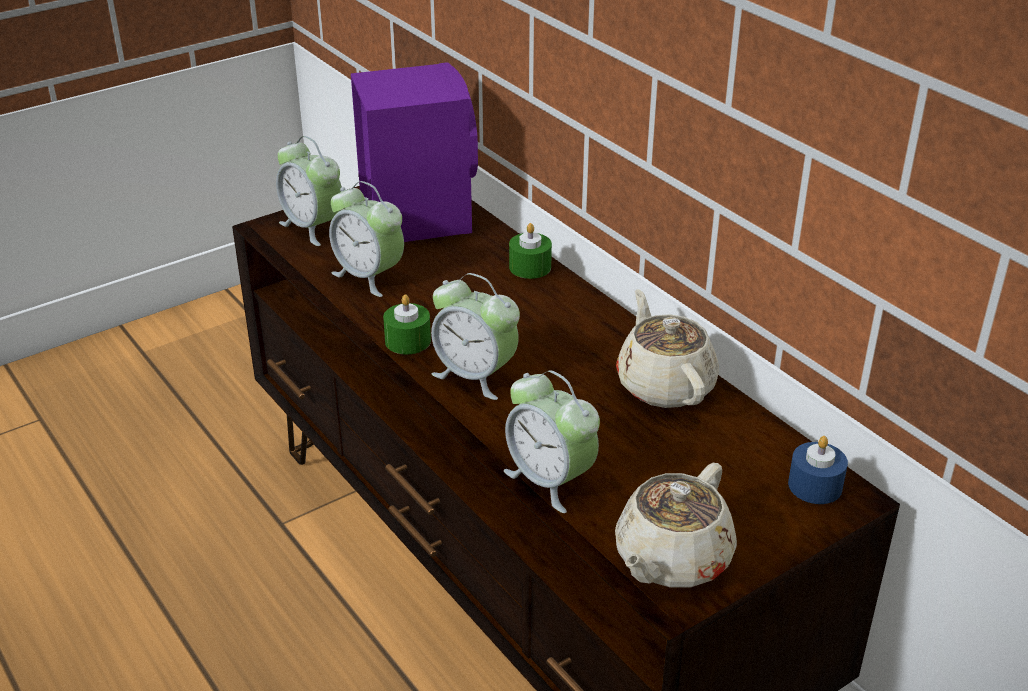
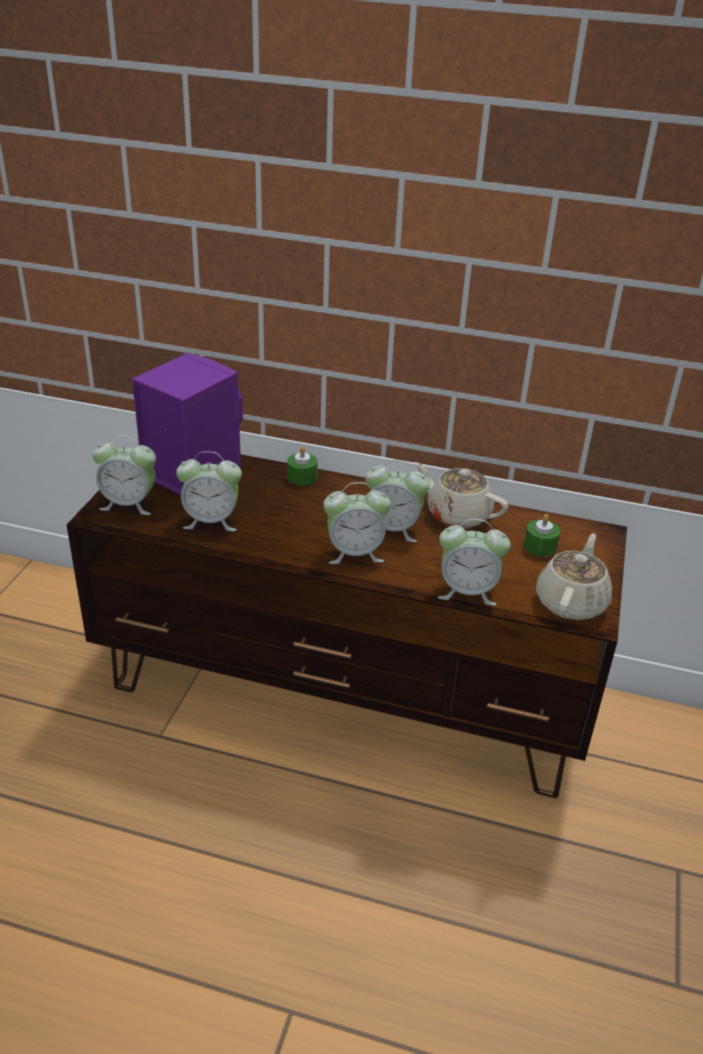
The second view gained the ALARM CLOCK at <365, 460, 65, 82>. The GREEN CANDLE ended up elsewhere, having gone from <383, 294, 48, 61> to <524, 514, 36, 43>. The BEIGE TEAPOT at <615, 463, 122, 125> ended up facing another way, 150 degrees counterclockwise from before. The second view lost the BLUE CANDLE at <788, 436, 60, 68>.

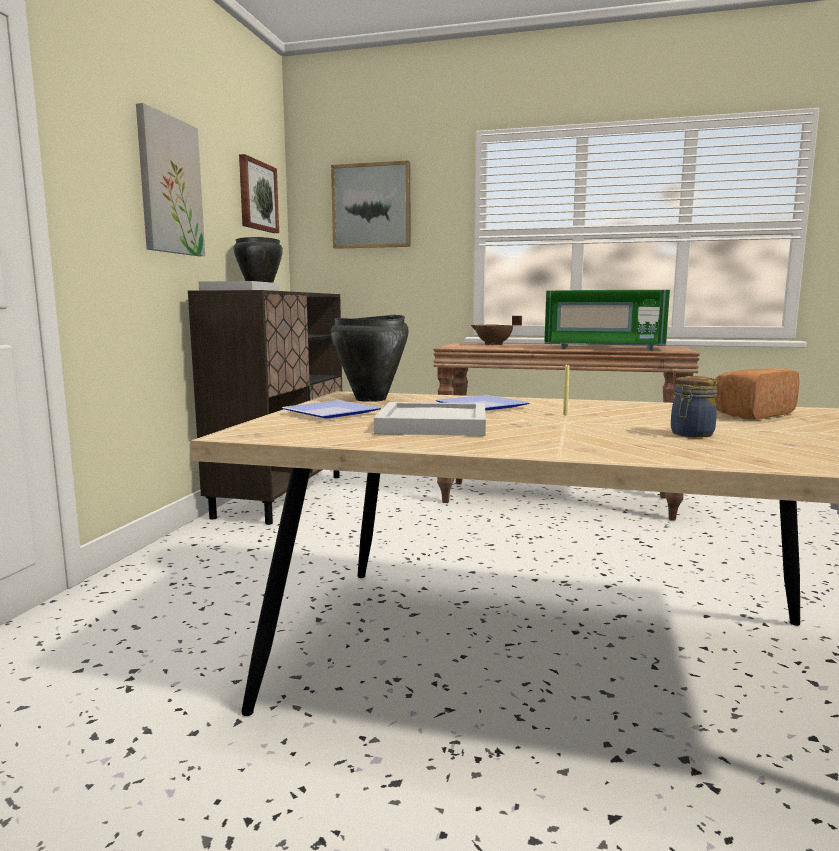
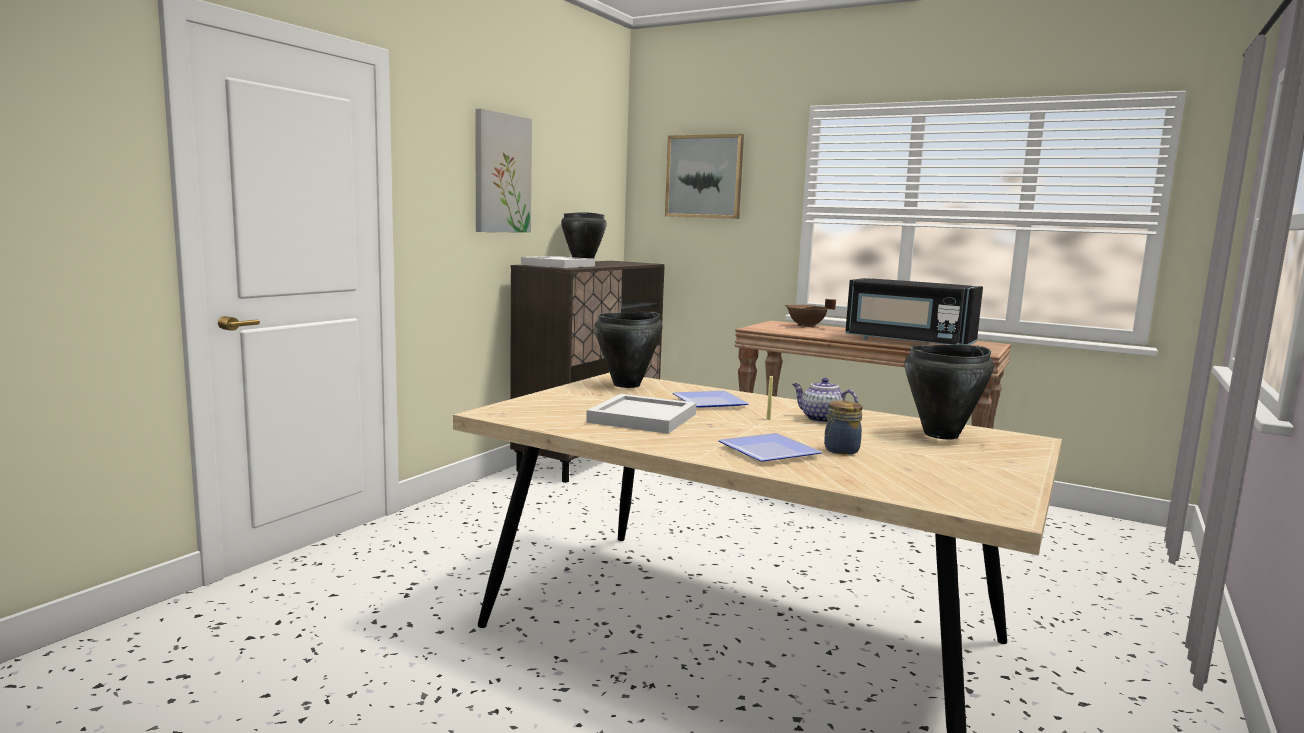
The PLATE ended up elsewhere, having gone from <282, 400, 99, 19> to <718, 433, 104, 29>. The second view gained the TEAPOT at <792, 378, 66, 45>. What was the GREEN MICROWAVE at <545, 290, 125, 60> turned into the BLACK MICROWAVE at <845, 278, 138, 67>. Where the BREAD stood at <715, 368, 84, 52>, the BLACK COOKING POT came to stand at <905, 345, 89, 94>. The second view lost the PICTURE at <239, 154, 40, 79>.

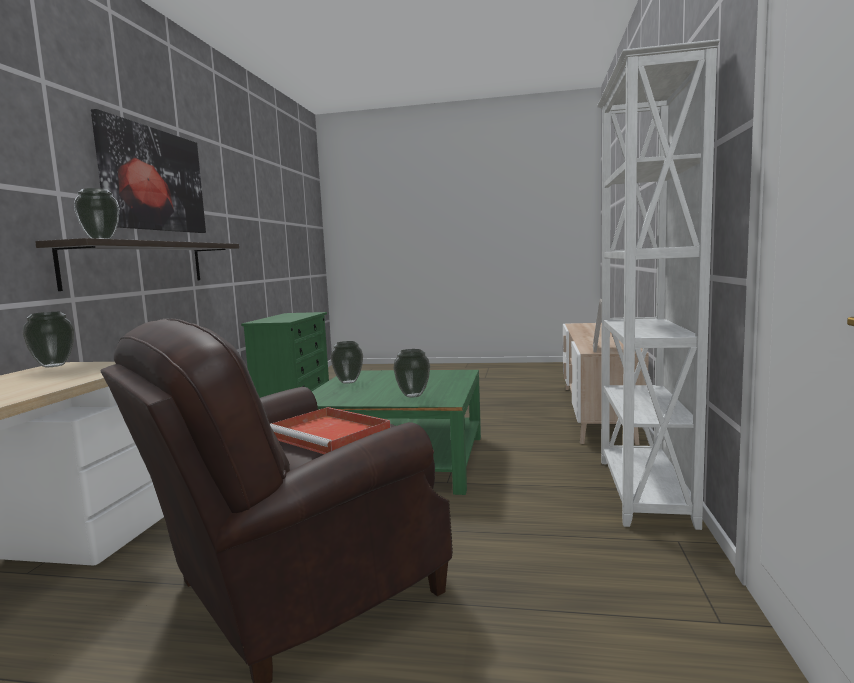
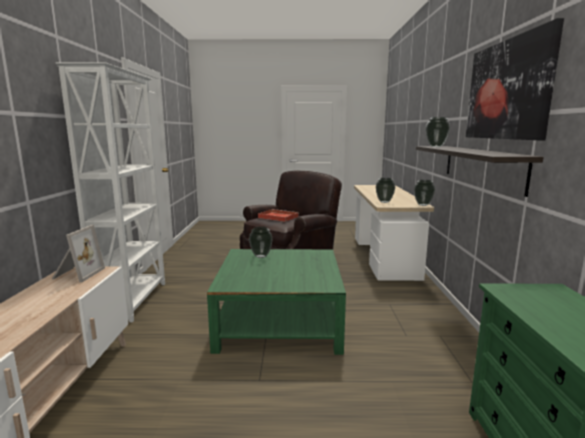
The VASE ended up elsewhere, having gone from <331, 341, 32, 43> to <376, 178, 19, 25>.

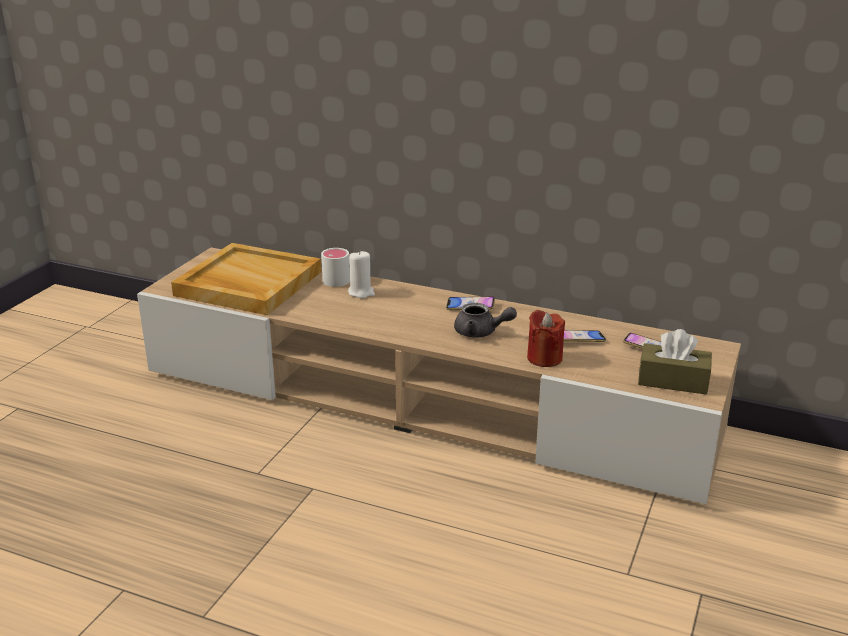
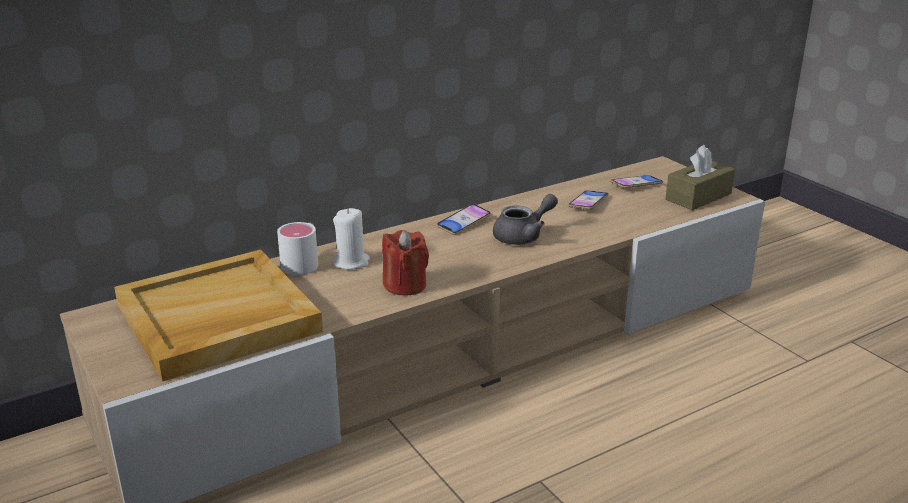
The RED CANDLE ended up elsewhere, having gone from <527, 310, 38, 57> to <382, 230, 47, 66>.

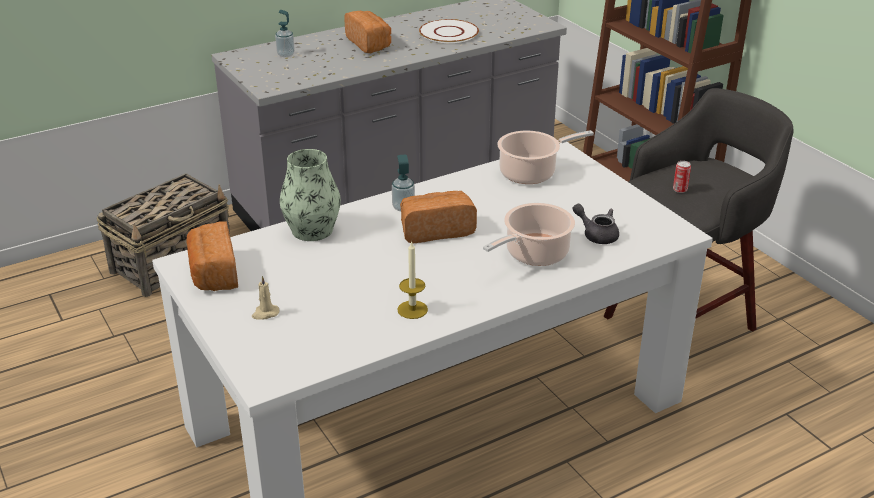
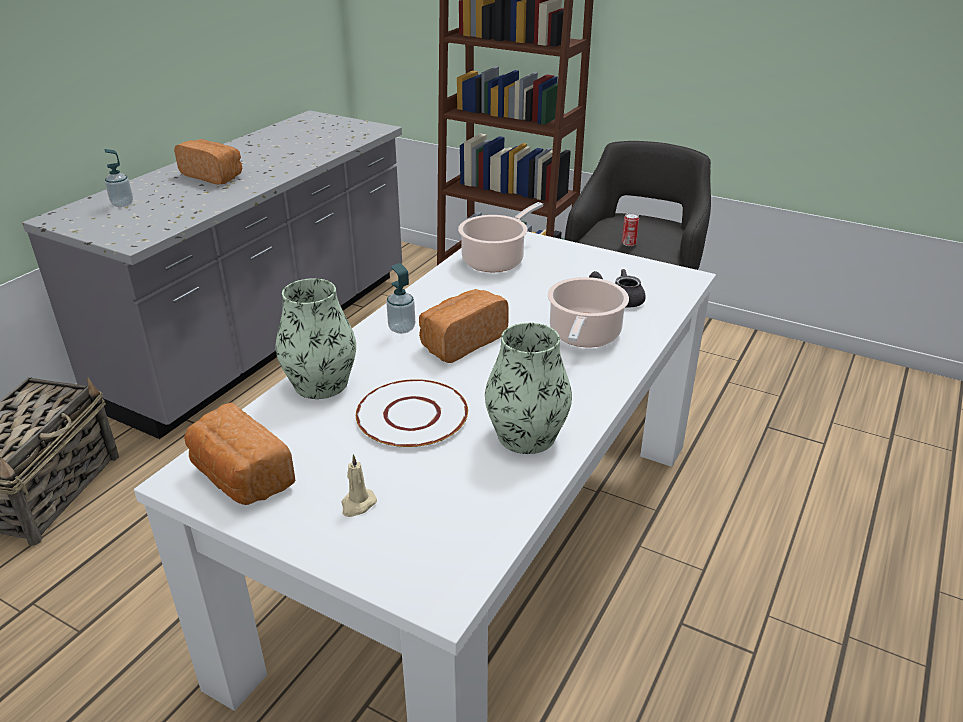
The WHITE PLATE ended up elsewhere, having gone from <419, 19, 60, 24> to <356, 379, 112, 69>. Where the CANDLE stood at <398, 241, 30, 78>, the VASE came to stand at <485, 323, 87, 131>.

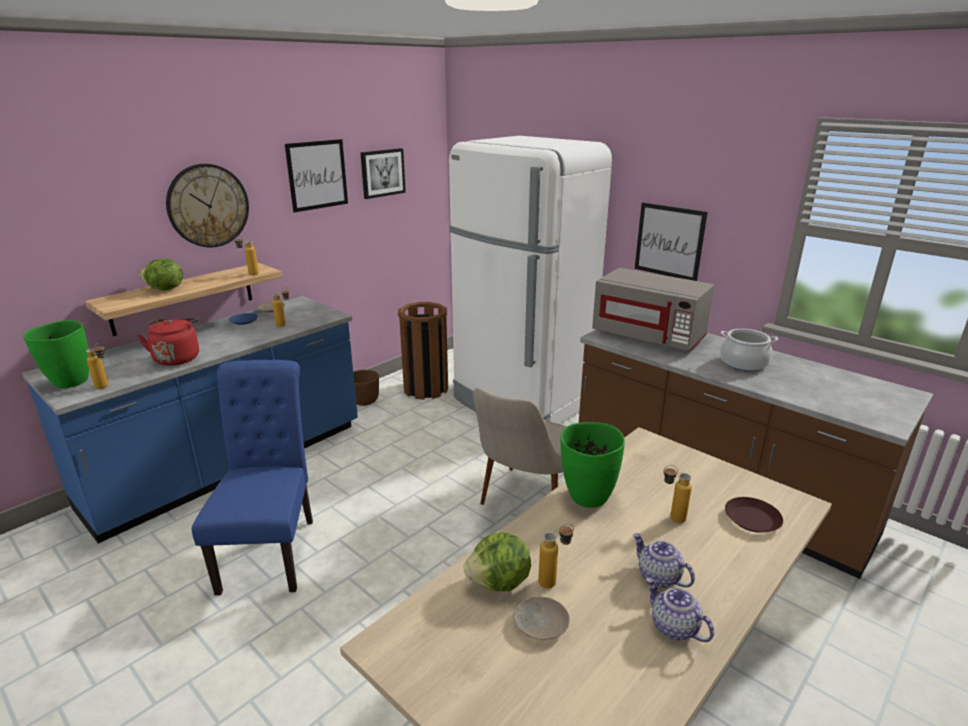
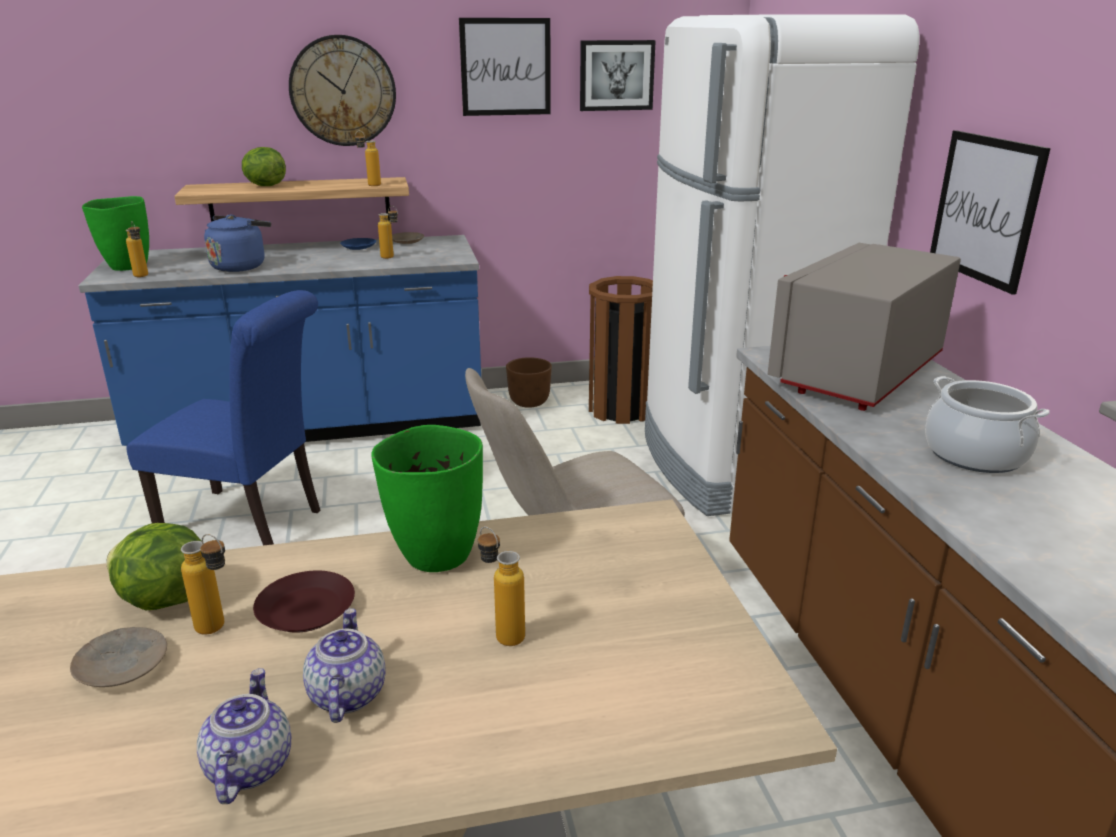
The BLUE CHAIR at <192, 360, 121, 235> ended up facing another way, 75 degrees clockwise from before. What was the RED KETTLE at <137, 318, 62, 48> turned into the BLUE KETTLE at <204, 215, 67, 57>. The BROWN PLATE ended up elsewhere, having gone from <725, 497, 58, 36> to <253, 570, 102, 62>. The GREY MICROWAVE at <592, 268, 122, 83> ended up facing another way, 60 degrees clockwise from before.

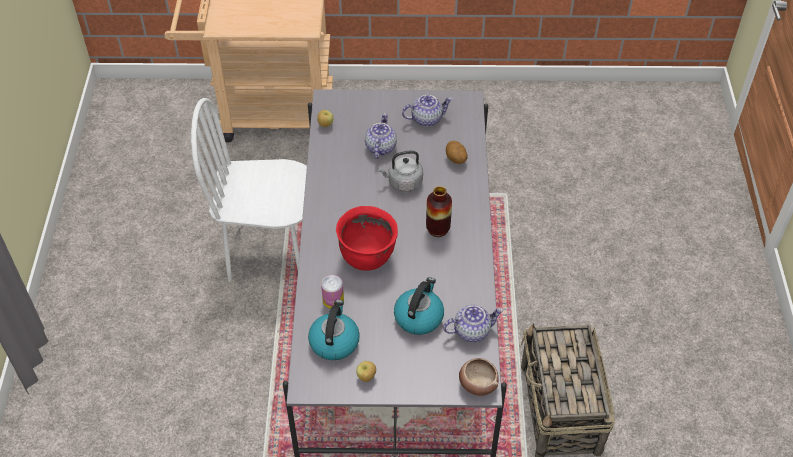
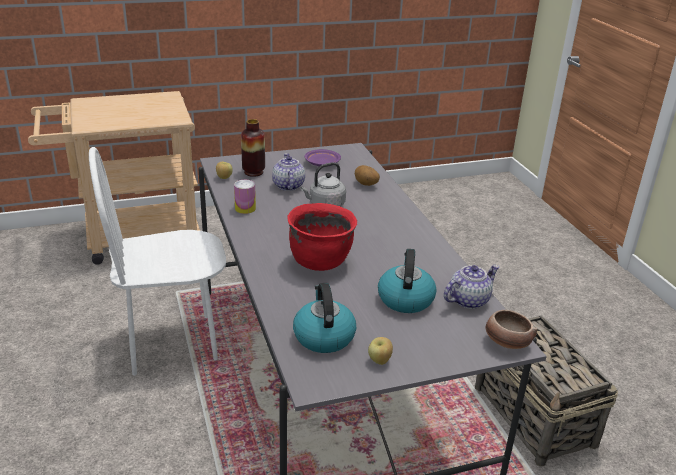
The CAN ended up elsewhere, having gone from <321, 275, 23, 34> to <234, 180, 22, 34>. The VASE ended up elsewhere, having gone from <426, 186, 26, 51> to <241, 119, 24, 58>. Where the TEAPOT stood at <402, 95, 51, 32>, the PURPLE PLATE came to stand at <305, 149, 36, 18>.

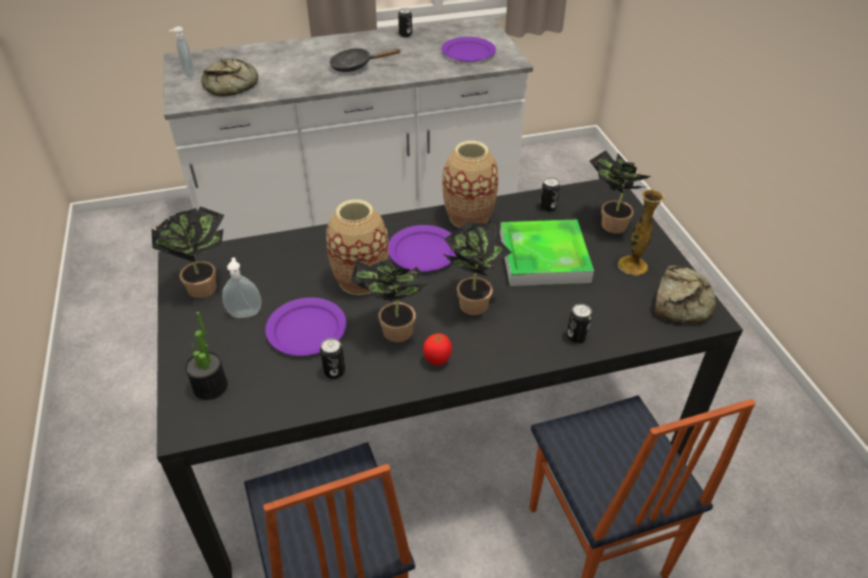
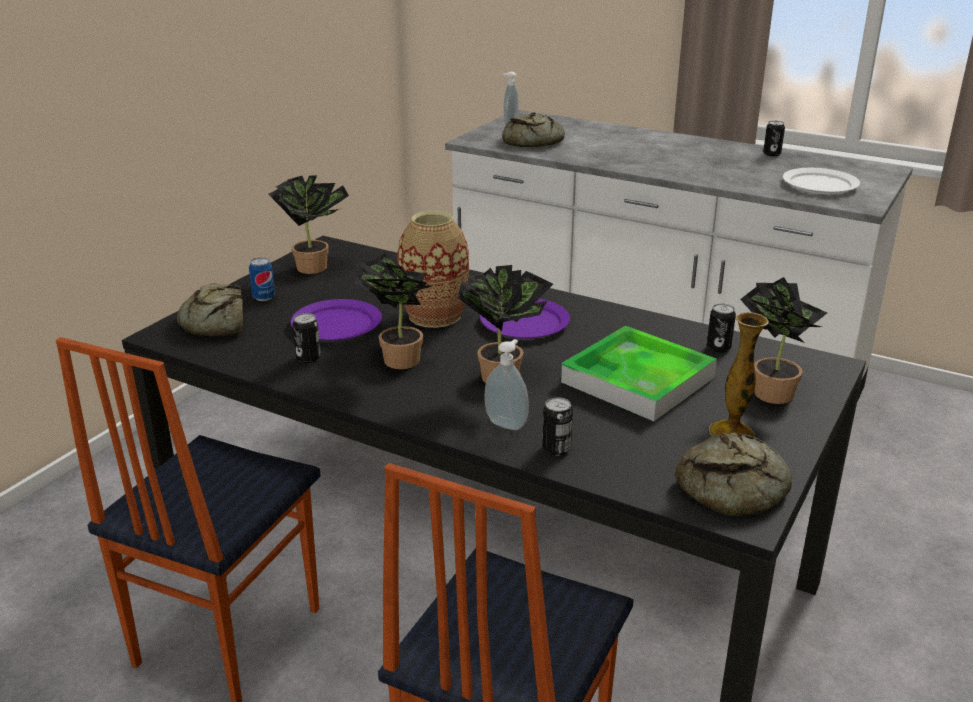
Where the POTTED PLANT stood at <185, 312, 43, 88>, the BREAD came to stand at <177, 283, 66, 53>. The second view gained the CAN at <249, 257, 26, 44>. The SOAP DISPENSER ended up elsewhere, having gone from <222, 257, 39, 61> to <484, 339, 45, 91>. What was the PURPLE PLATE at <441, 37, 55, 25> turned into the WHITE PLATE at <783, 168, 77, 26>. The second view lost the BLACK FRYING PAN at <329, 48, 71, 24>. The second view lost the TOMATO at <423, 333, 29, 32>. The second view lost the VASE at <443, 141, 55, 87>.

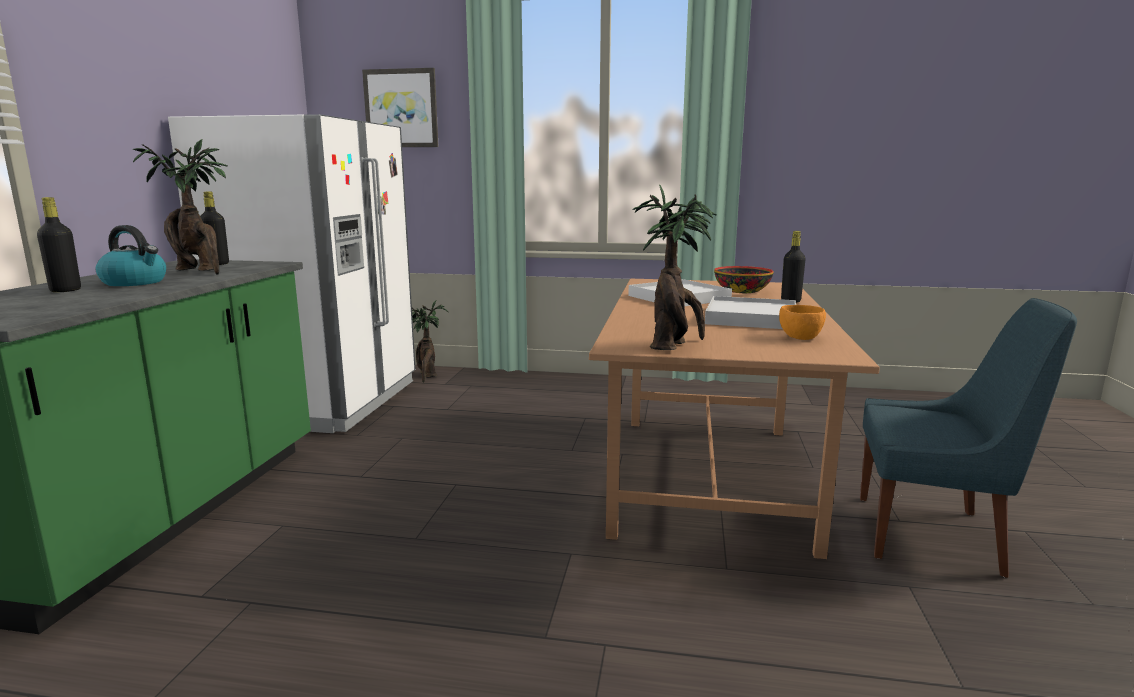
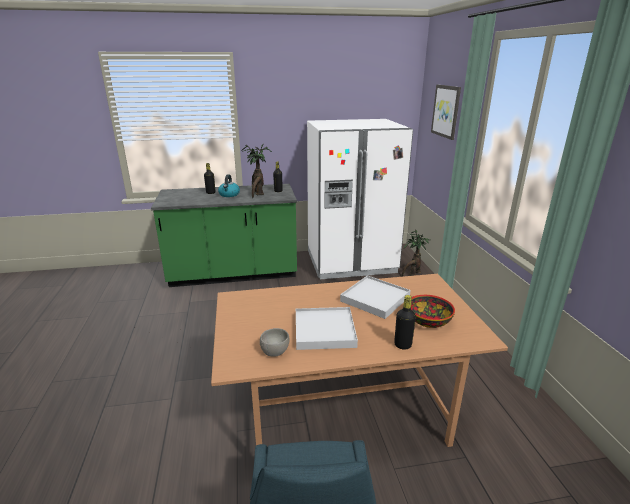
What was the ORANGE BOWL at <779, 305, 47, 35> turned into the GREY BOWL at <260, 328, 30, 29>. The second view lost the POTTED PLANT at <633, 184, 84, 166>.

